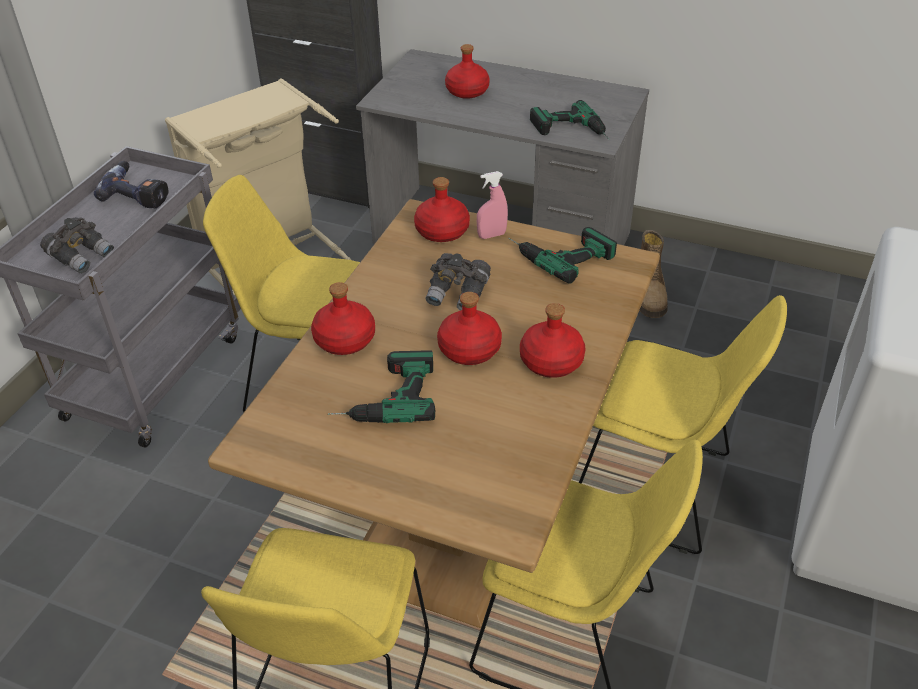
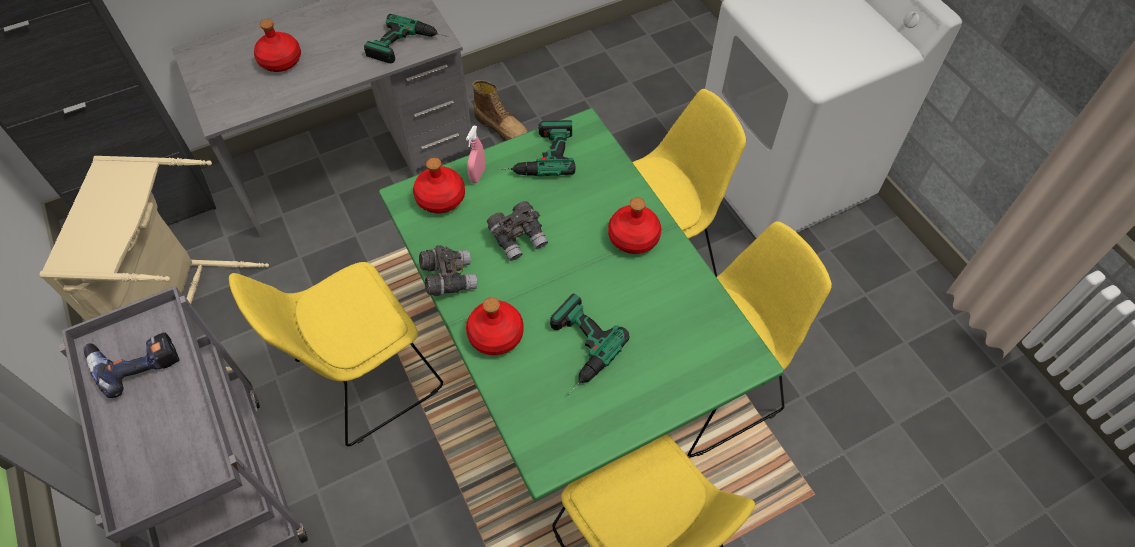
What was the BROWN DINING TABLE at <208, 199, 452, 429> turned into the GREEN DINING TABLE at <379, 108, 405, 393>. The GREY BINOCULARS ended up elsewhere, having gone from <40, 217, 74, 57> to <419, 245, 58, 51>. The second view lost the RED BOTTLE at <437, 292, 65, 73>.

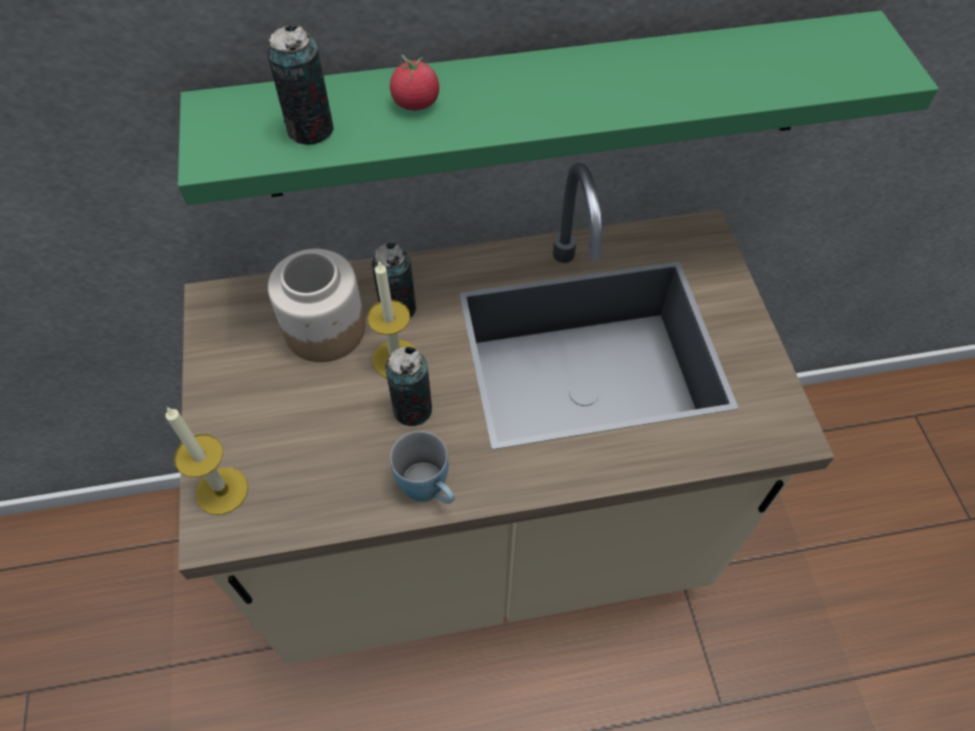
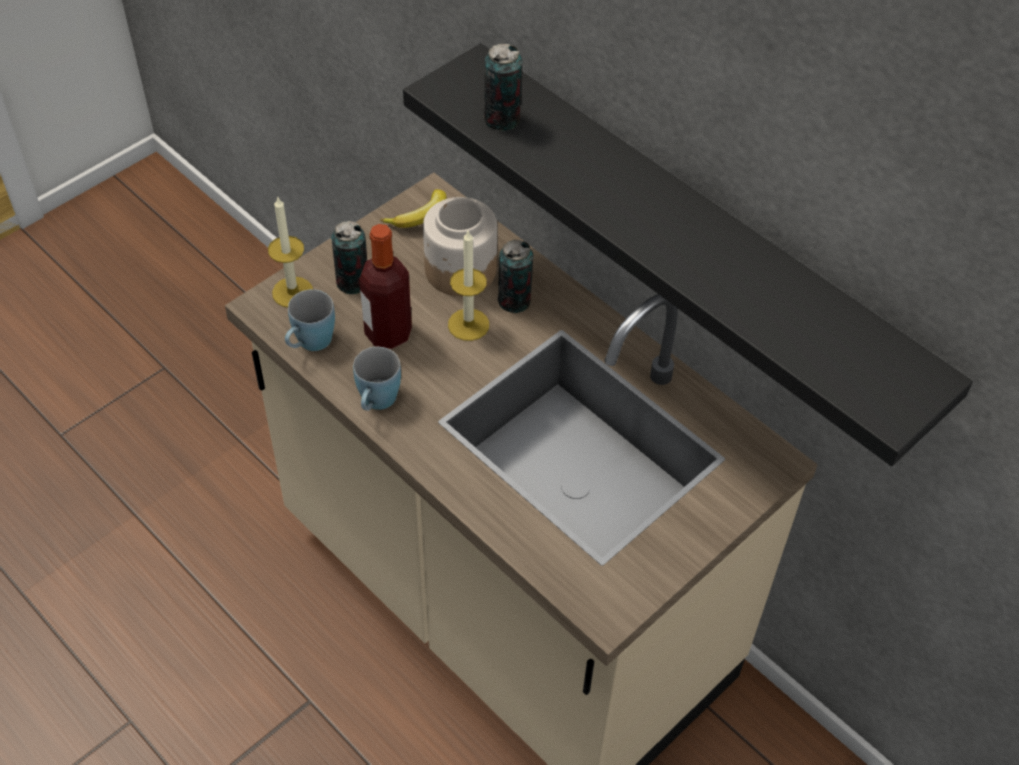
The second view gained the BLUE MUG at <285, 289, 50, 62>. The CAN ended up elsewhere, having gone from <386, 347, 46, 79> to <331, 221, 36, 73>. The second view gained the BOTTLE at <359, 224, 53, 125>. The second view gained the BANANA at <380, 189, 67, 39>. What was the GREEN SHELF at <178, 11, 761, 194> turned into the BLACK SHELF at <403, 43, 570, 423>. The second view lost the TOMATO at <390, 55, 49, 55>.

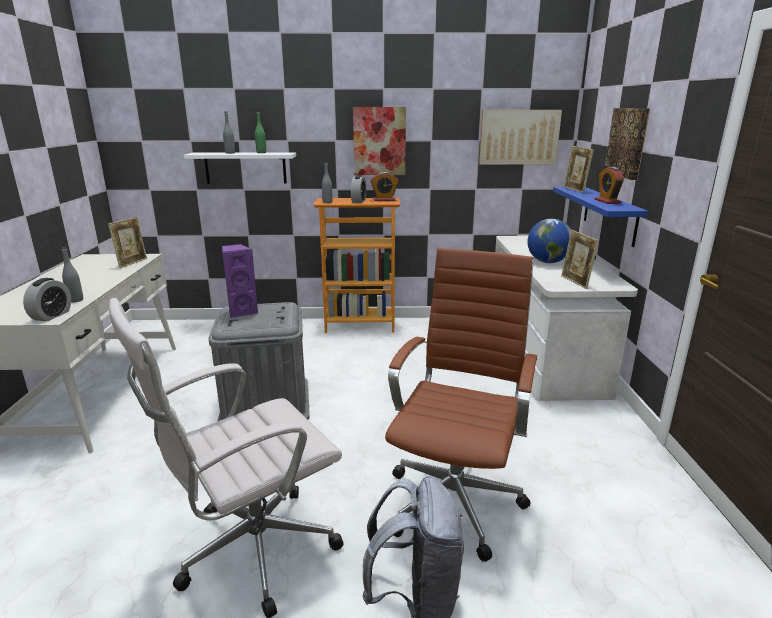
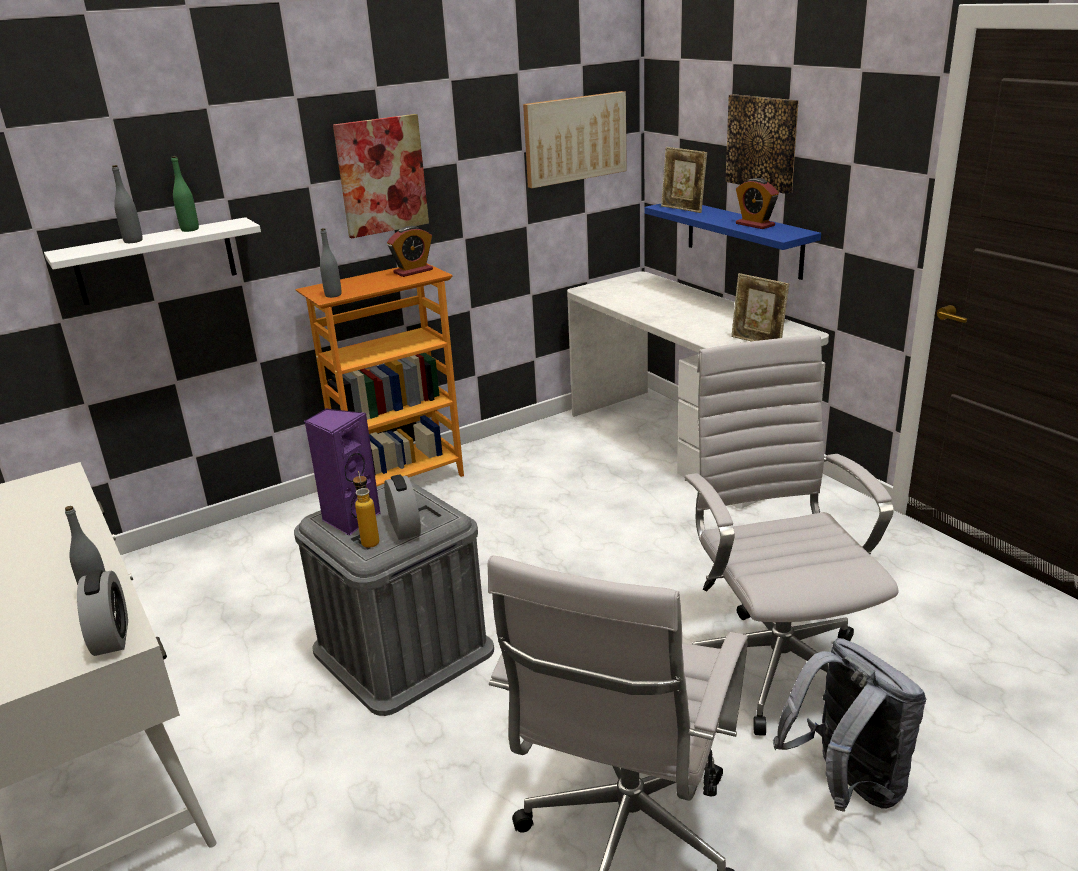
The second view gained the BOTTLE at <353, 471, 26, 77>. The ALARM CLOCK ended up elsewhere, having gone from <351, 175, 15, 28> to <384, 475, 37, 65>. What was the BROWN OFFICE CHAIR at <385, 248, 153, 314> turned into the WHITE OFFICE CHAIR at <684, 335, 215, 401>. The second view lost the PICTURE FRAME at <108, 217, 39, 51>. The second view lost the GLOBE at <528, 219, 43, 44>.

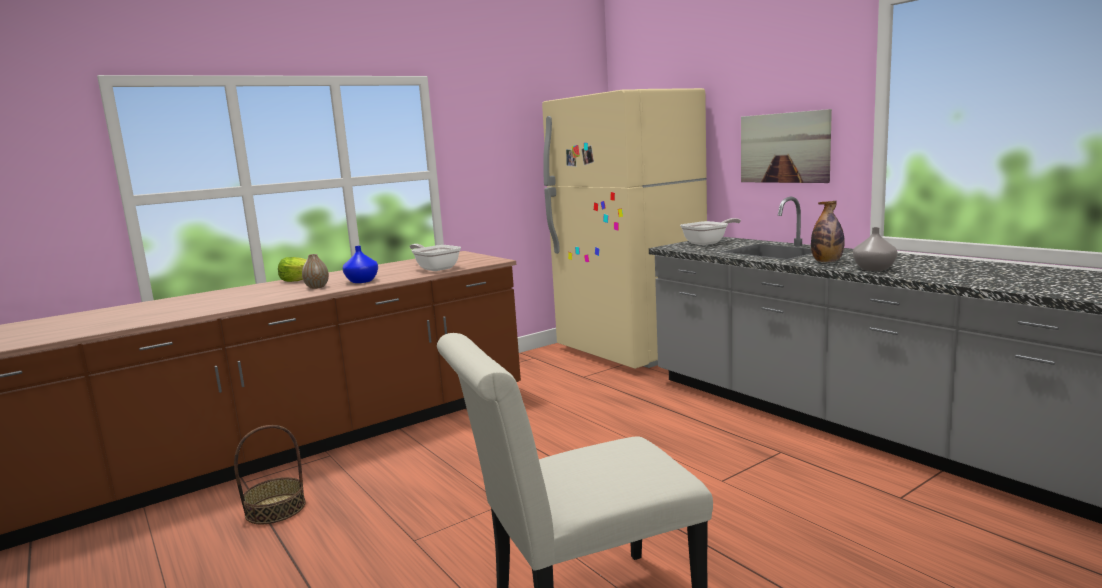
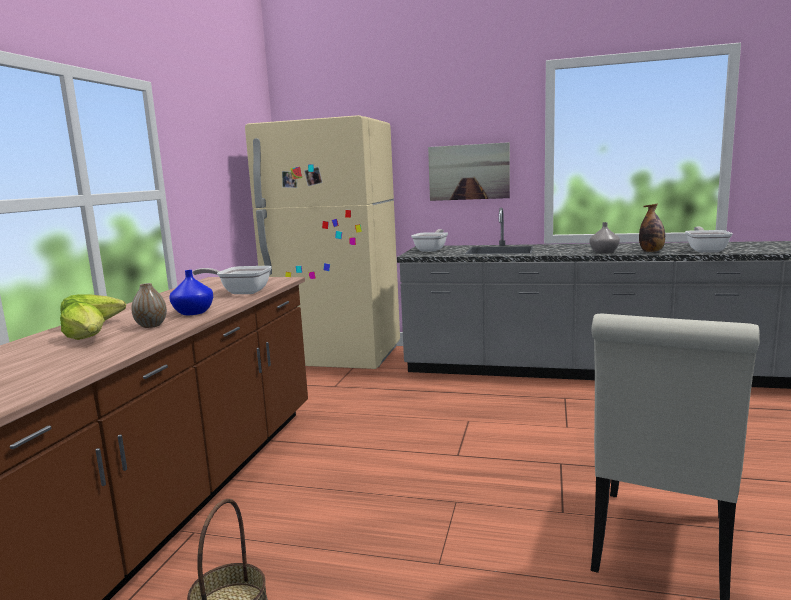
The second view gained the LETTUCE at <60, 302, 45, 38>. The BOTTLE ended up elsewhere, having gone from <811, 201, 34, 61> to <639, 204, 26, 48>. The second view gained the FRYING PAN at <685, 227, 48, 26>.

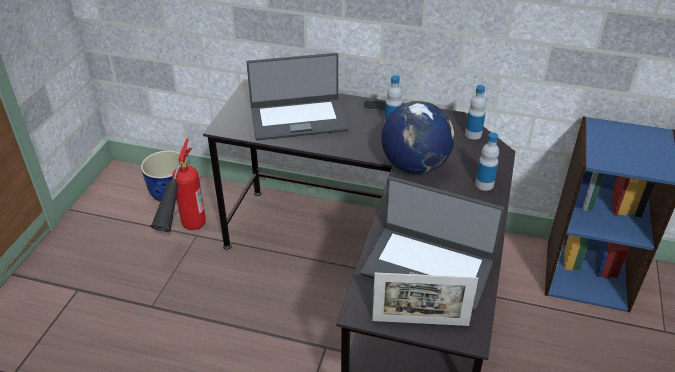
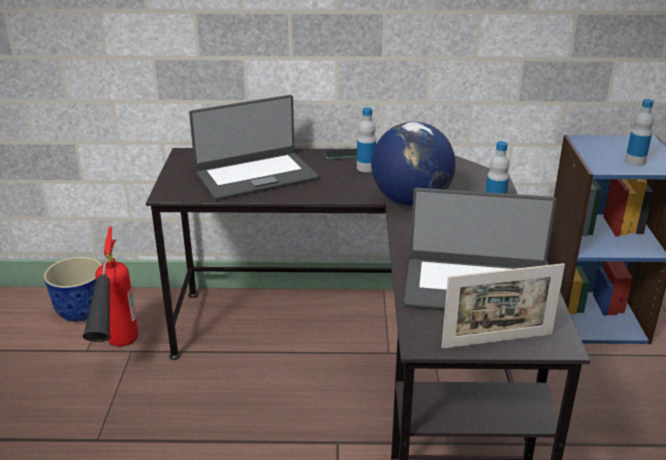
The BOTTLE ended up elsewhere, having gone from <465, 85, 21, 55> to <625, 99, 29, 67>.

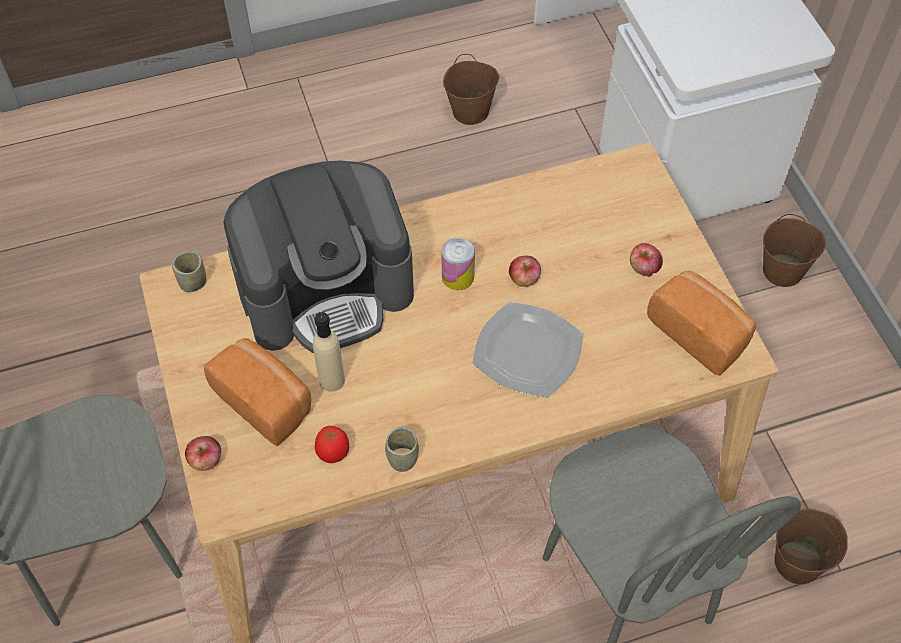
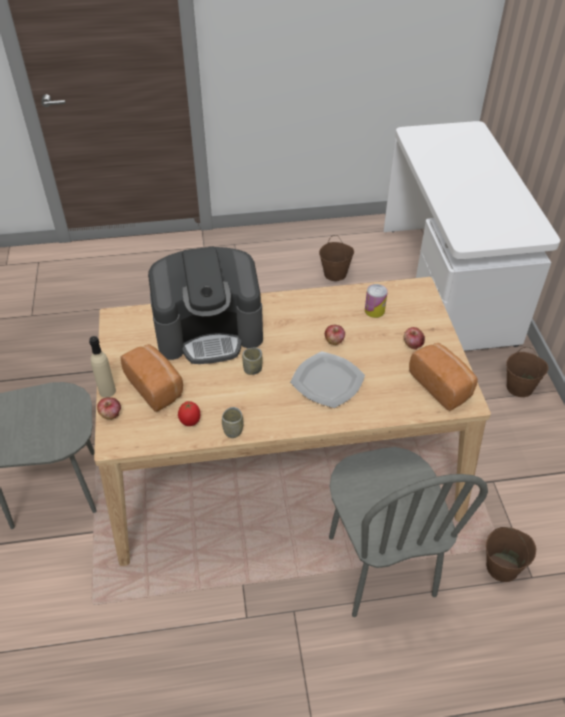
The BEIGE BOTTLE ended up elsewhere, having gone from <313, 312, 32, 80> to <89, 336, 27, 62>. The CUP ended up elsewhere, having gone from <172, 251, 34, 41> to <242, 348, 20, 27>. The CAN ended up elsewhere, having gone from <441, 238, 34, 52> to <365, 284, 23, 34>.

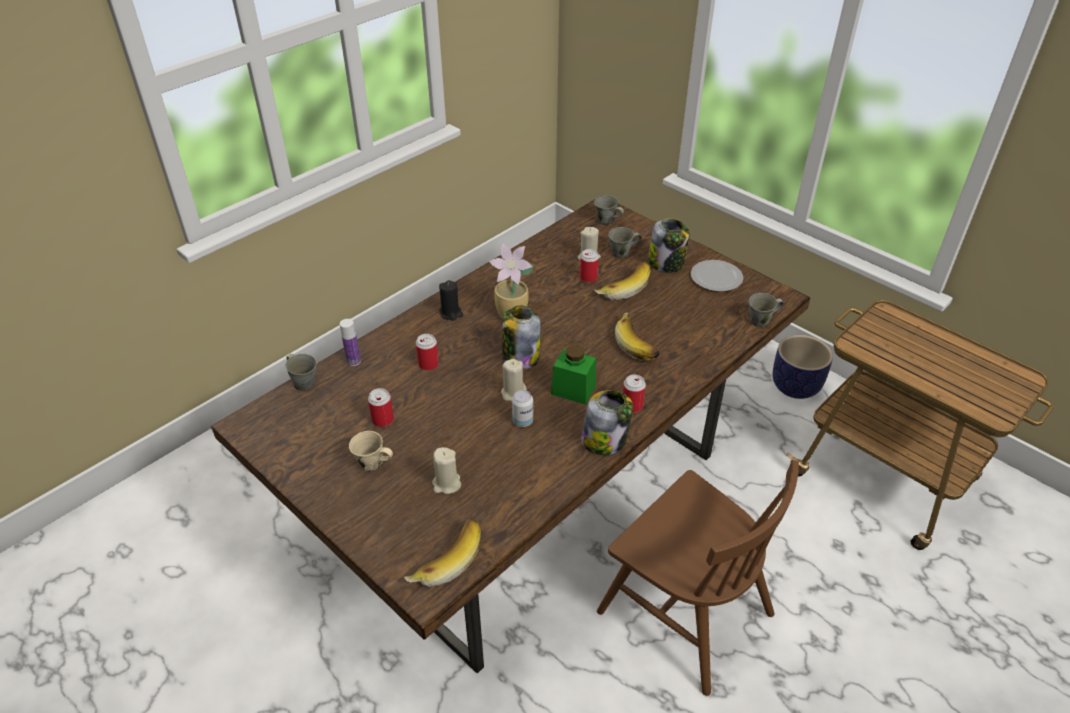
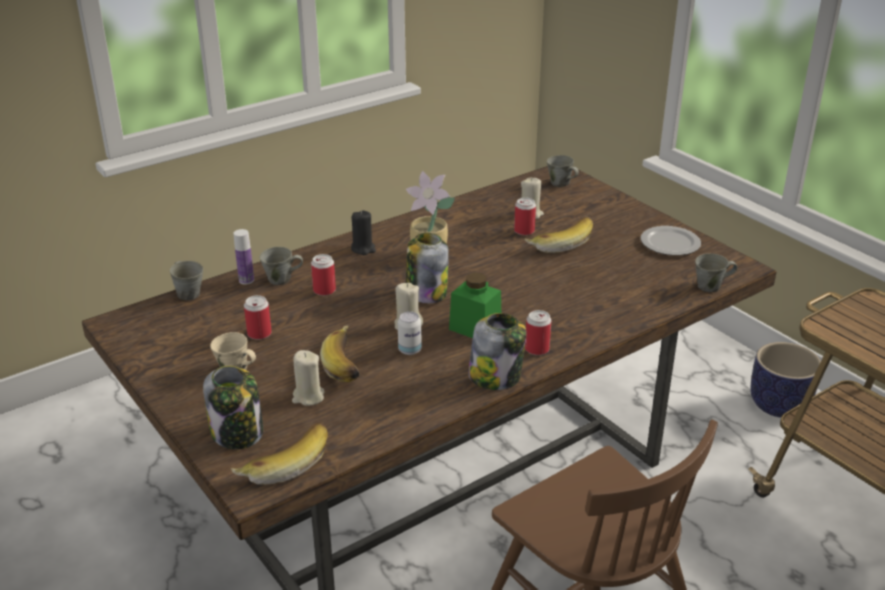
The JAR ended up elsewhere, having gone from <648, 218, 42, 55> to <203, 366, 60, 83>. The GREY MUG ended up elsewhere, having gone from <608, 227, 33, 31> to <259, 247, 44, 38>. The BANANA ended up elsewhere, having gone from <615, 312, 45, 49> to <320, 325, 40, 57>.

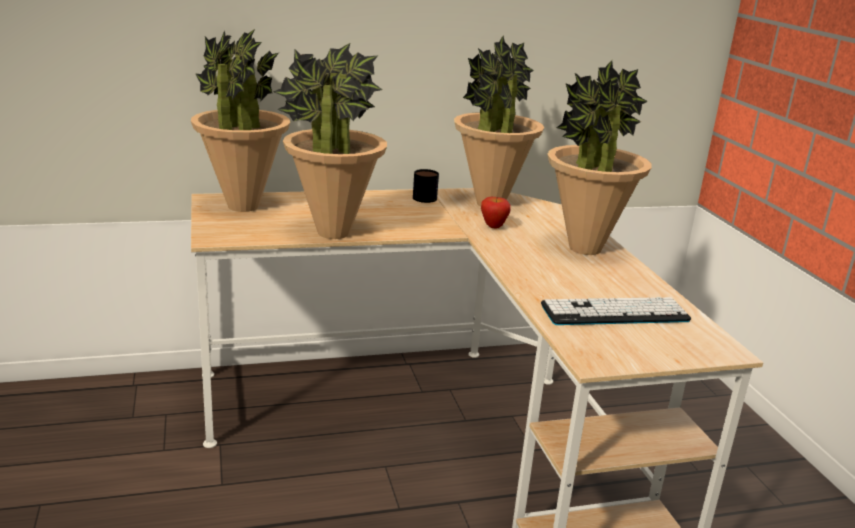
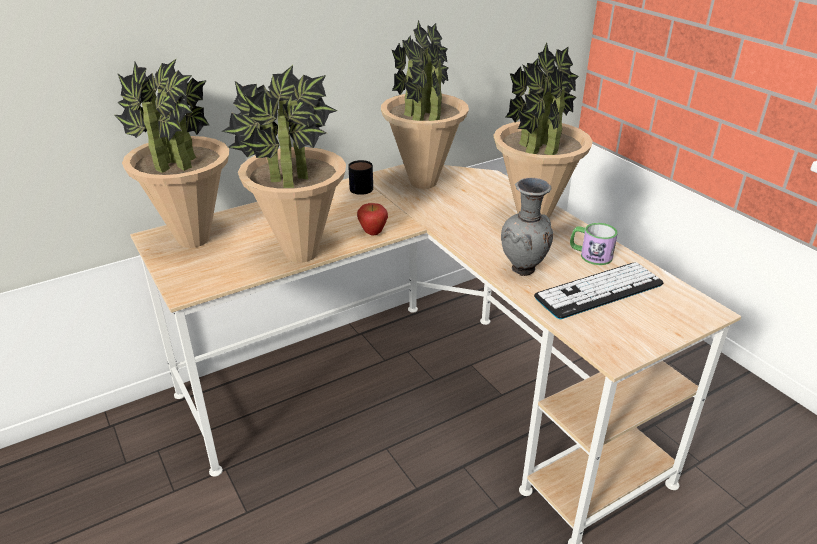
The APPLE ended up elsewhere, having gone from <481, 197, 30, 31> to <357, 203, 31, 33>. The second view gained the GREY VASE at <501, 178, 52, 98>. The second view gained the MUG at <570, 223, 48, 42>.

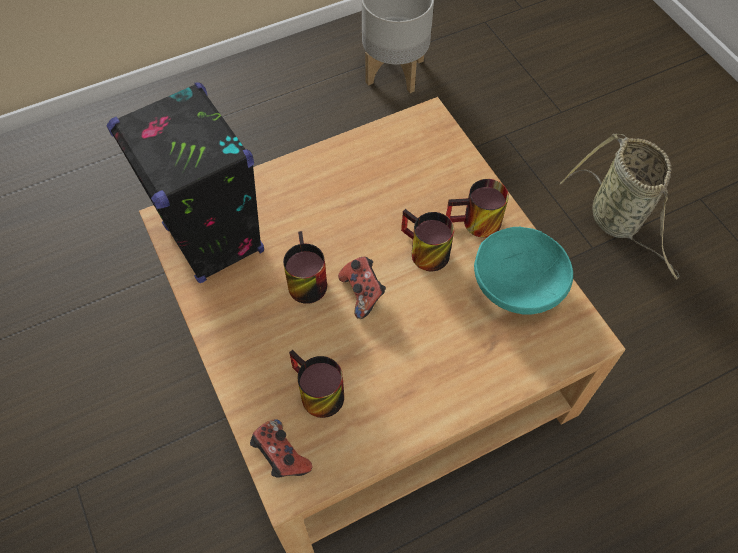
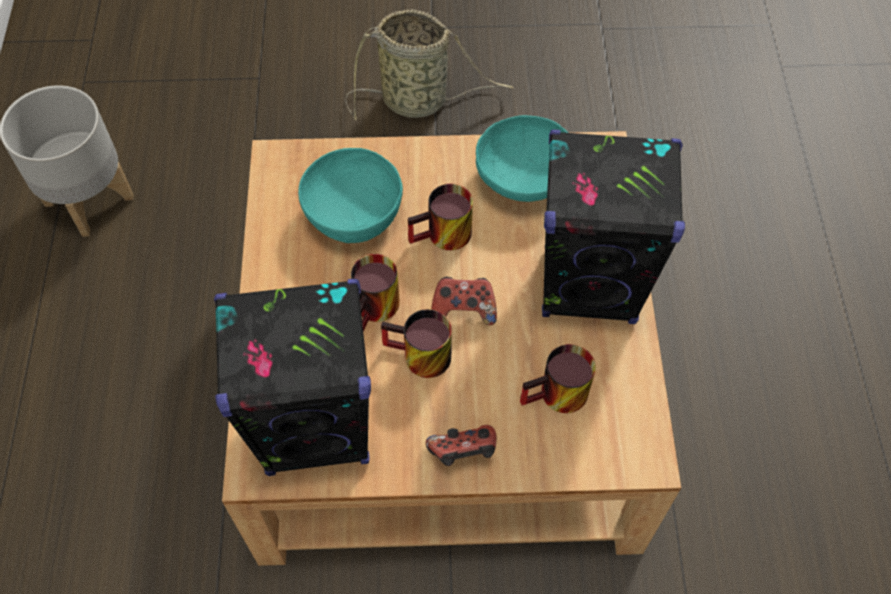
The second view gained the TURQUOISE BOWL at <298, 148, 105, 95>. The MUG ended up elsewhere, having gone from <446, 179, 63, 59> to <351, 254, 49, 77>. The GAME CONTROLLER ended up elsewhere, having gone from <250, 419, 62, 59> to <426, 425, 70, 41>. The second view gained the BLACK SPEAKER at <542, 130, 143, 194>.

